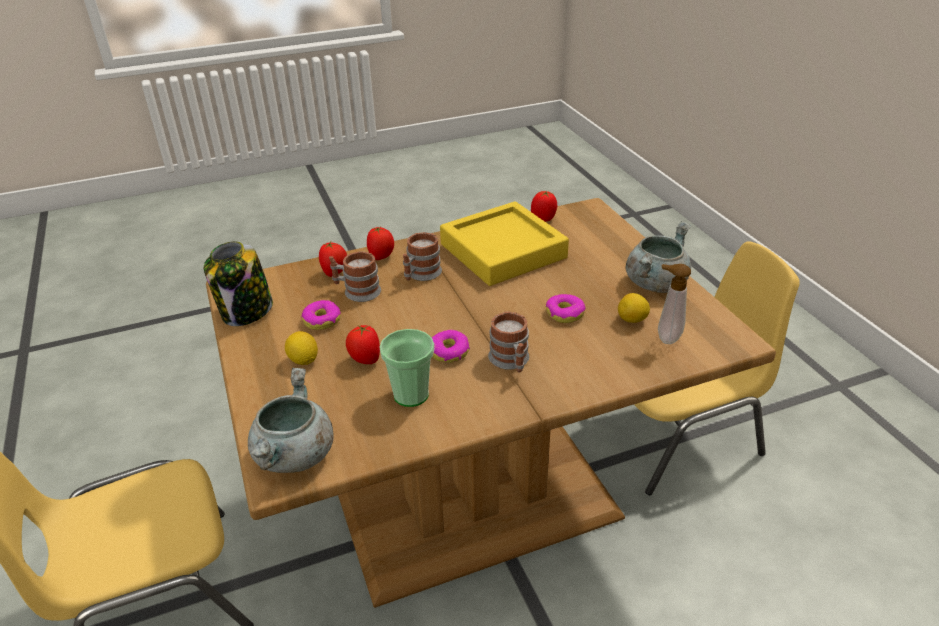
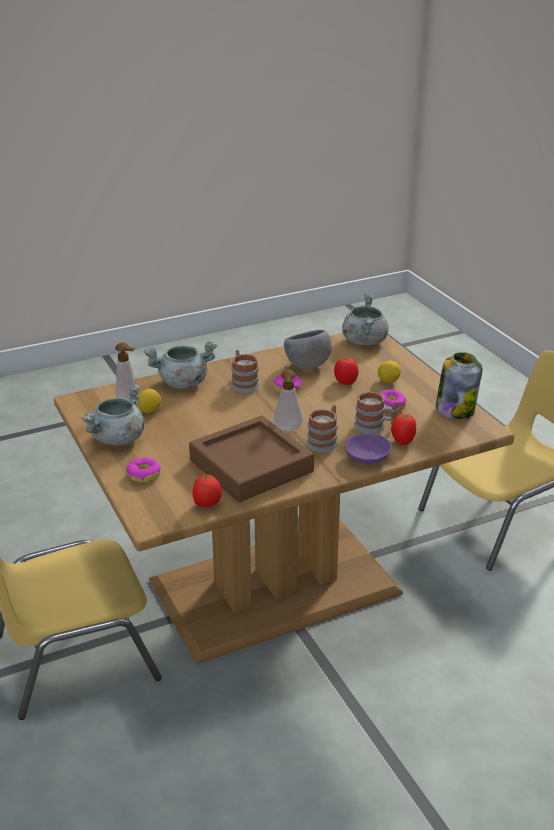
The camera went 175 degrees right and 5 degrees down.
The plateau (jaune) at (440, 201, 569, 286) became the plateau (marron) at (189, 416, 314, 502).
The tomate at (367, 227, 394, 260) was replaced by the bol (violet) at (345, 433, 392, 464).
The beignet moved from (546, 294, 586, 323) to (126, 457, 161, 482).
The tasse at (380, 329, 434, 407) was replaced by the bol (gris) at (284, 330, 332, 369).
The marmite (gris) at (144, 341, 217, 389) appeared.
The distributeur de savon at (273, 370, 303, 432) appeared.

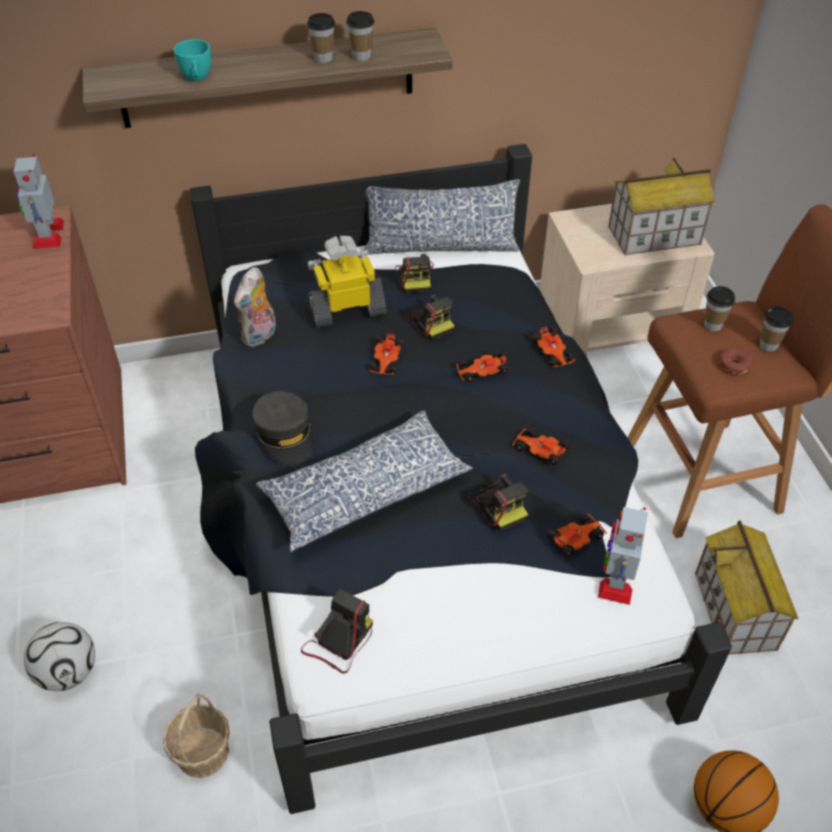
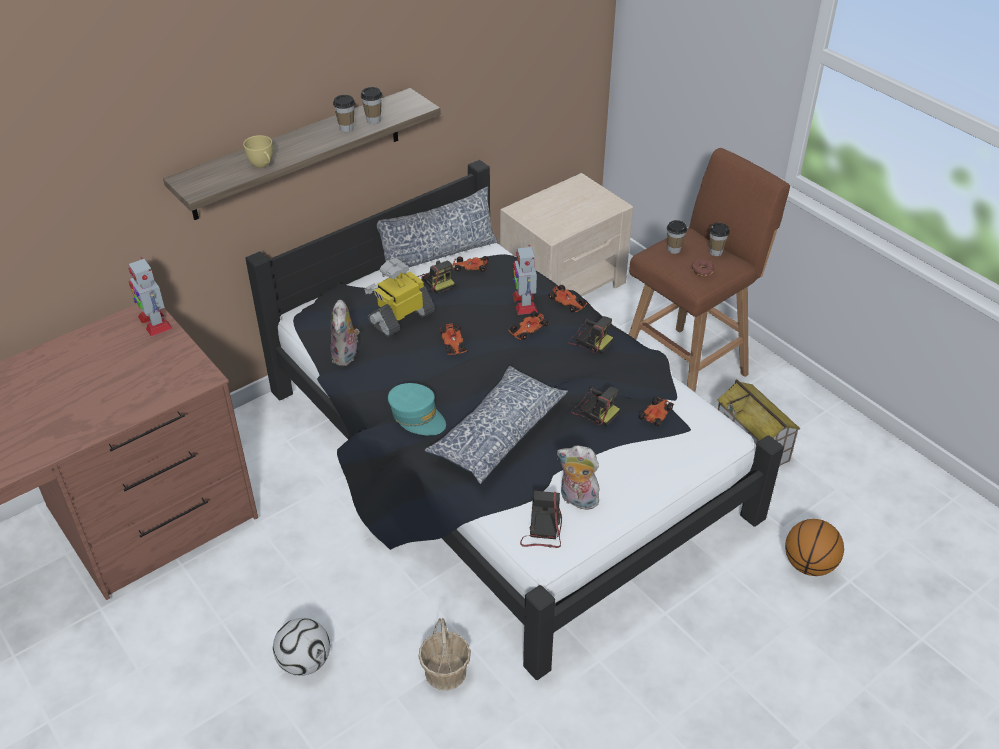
The camera went 25 degrees left and 5 degrees down.
The tasse (turquoise) at (174, 39, 211, 81) became the tasse (jaune) at (243, 135, 273, 168).
The maison miniature at (608, 157, 715, 255) disappeared.
The appareil photo moved from (404, 295, 455, 340) to (568, 316, 613, 353).
The casquette (gris) at (252, 391, 314, 467) became the casquette (turquoise) at (388, 383, 446, 436).
The petite voiture moved from (513, 428, 570, 465) to (453, 256, 489, 272).
The robot jouet moved from (598, 507, 648, 605) to (512, 245, 538, 315).
The peluche at (557, 445, 600, 510) appeared.

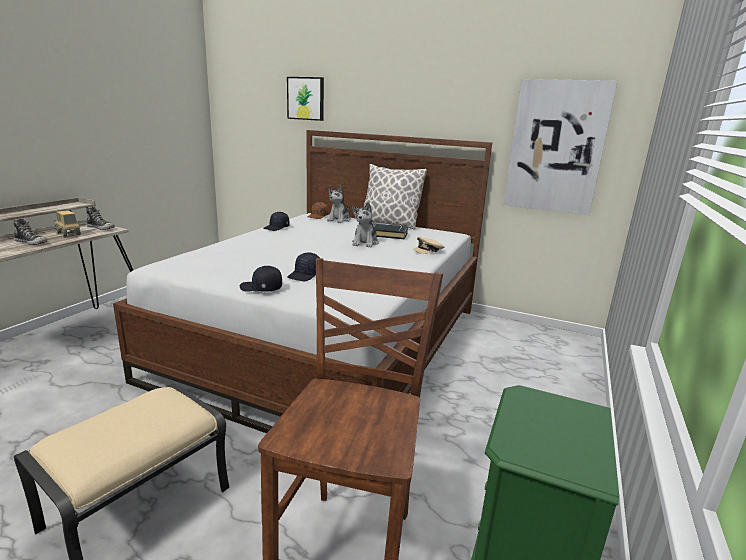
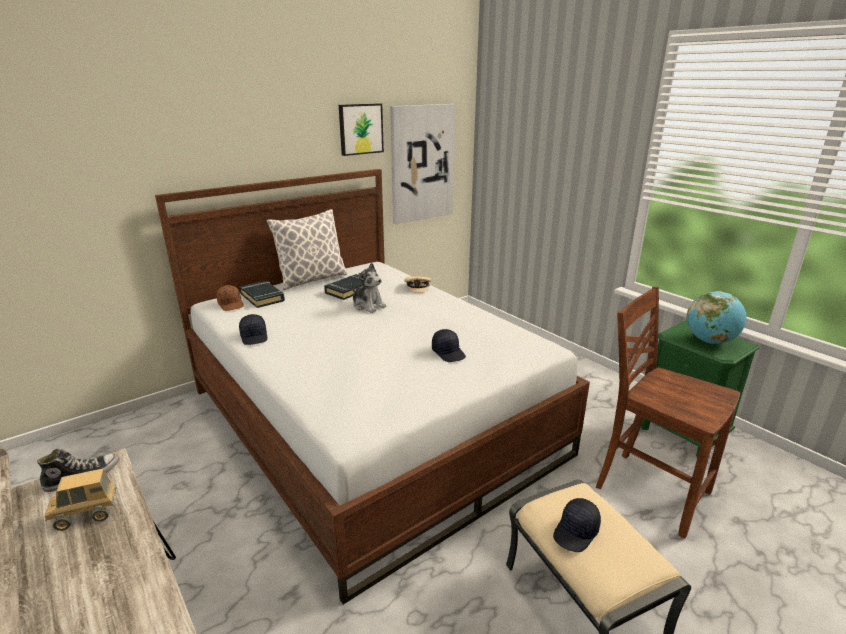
The camera went 60 degrees left and 5 degrees up.
The tableau moved from (287, 77, 324, 121) to (339, 103, 384, 156).
The peluche at (327, 185, 351, 223) was replaced by the livre (noir) at (239, 281, 285, 308).
The chaussure at (13, 218, 47, 245) disappeared.
The casquette (noir) moved from (240, 266, 282, 292) to (553, 498, 601, 552).
The globe at (687, 291, 747, 344) appeared.

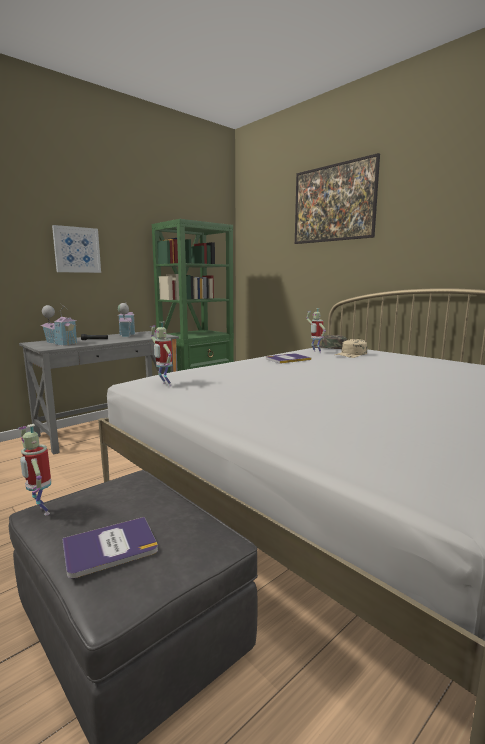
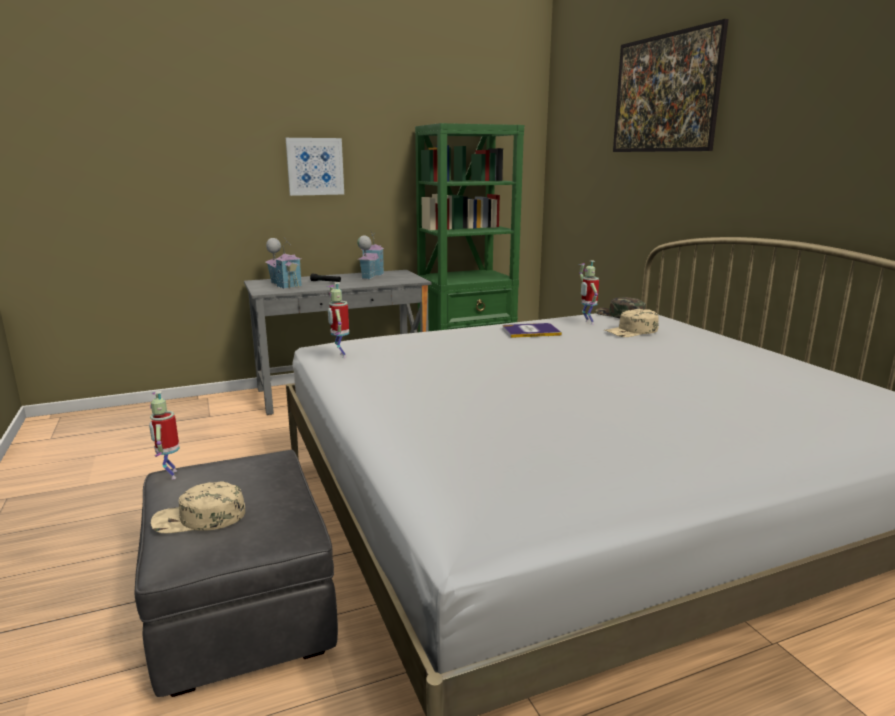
The camera went 20 degrees right and 5 degrees up.
The livre at (62, 517, 158, 578) was replaced by the casquette (beige) at (151, 481, 245, 533).

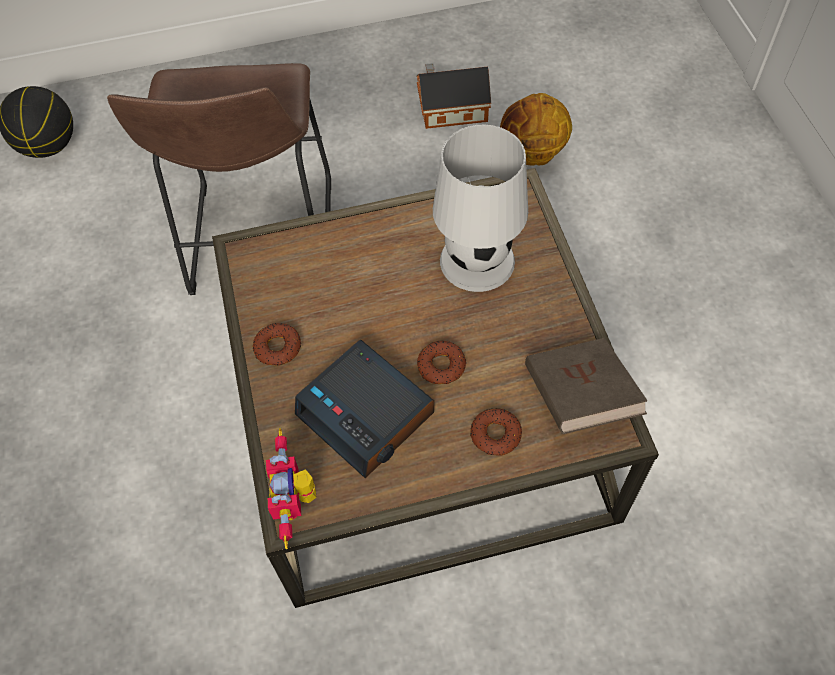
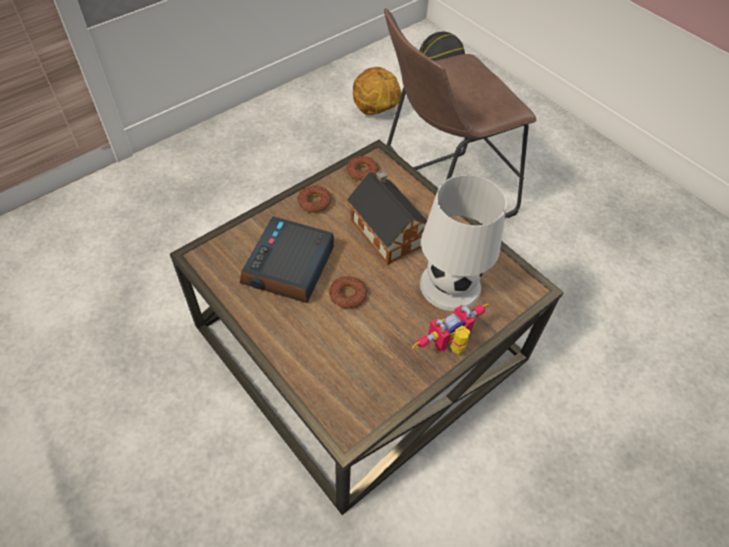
The camera went 60 degrees right and 5 degrees down.
The maison miniature moved from (416, 63, 491, 129) to (347, 170, 427, 265).
The ballon de basket moved from (500, 93, 572, 166) to (353, 67, 401, 115).
The livre (marron) at (525, 338, 647, 434) disappeared.
The beignet moved from (470, 408, 522, 455) to (346, 156, 379, 181).
The robot jouet moved from (266, 428, 316, 549) to (412, 304, 489, 354).

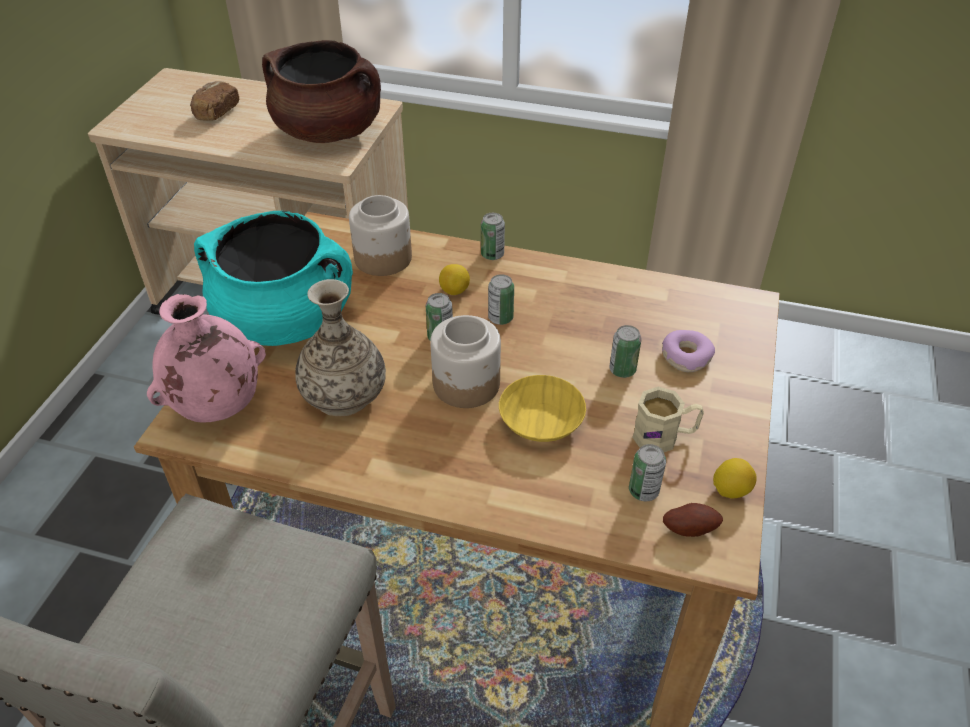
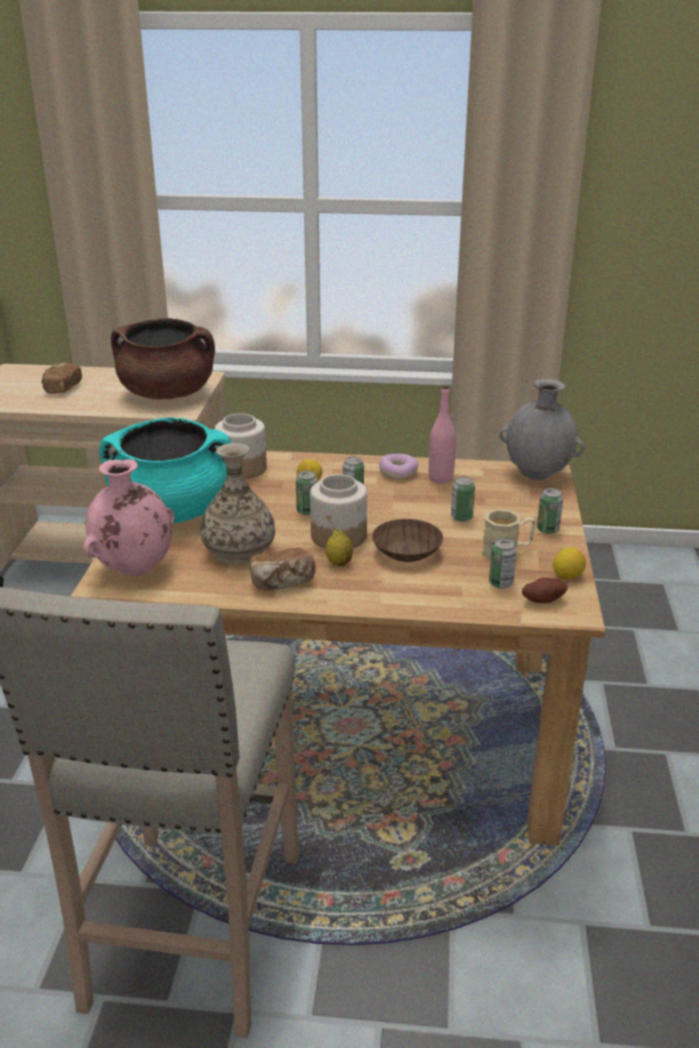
The camera went 10 degrees left and 15 degrees down.
The boîte métallique moved from (481, 213, 505, 260) to (537, 488, 563, 534).
The beignet moved from (662, 330, 715, 372) to (379, 454, 418, 480).
The bol (jaune) at (499, 375, 586, 442) became the bol (marron) at (372, 519, 443, 562).
The vase (gris) at (499, 379, 584, 480) appeared.
The bouteille (rose) at (429, 385, 456, 483) appeared.
The citron at (326, 529, 353, 566) appeared.
The pain at (250, 548, 316, 590) appeared.

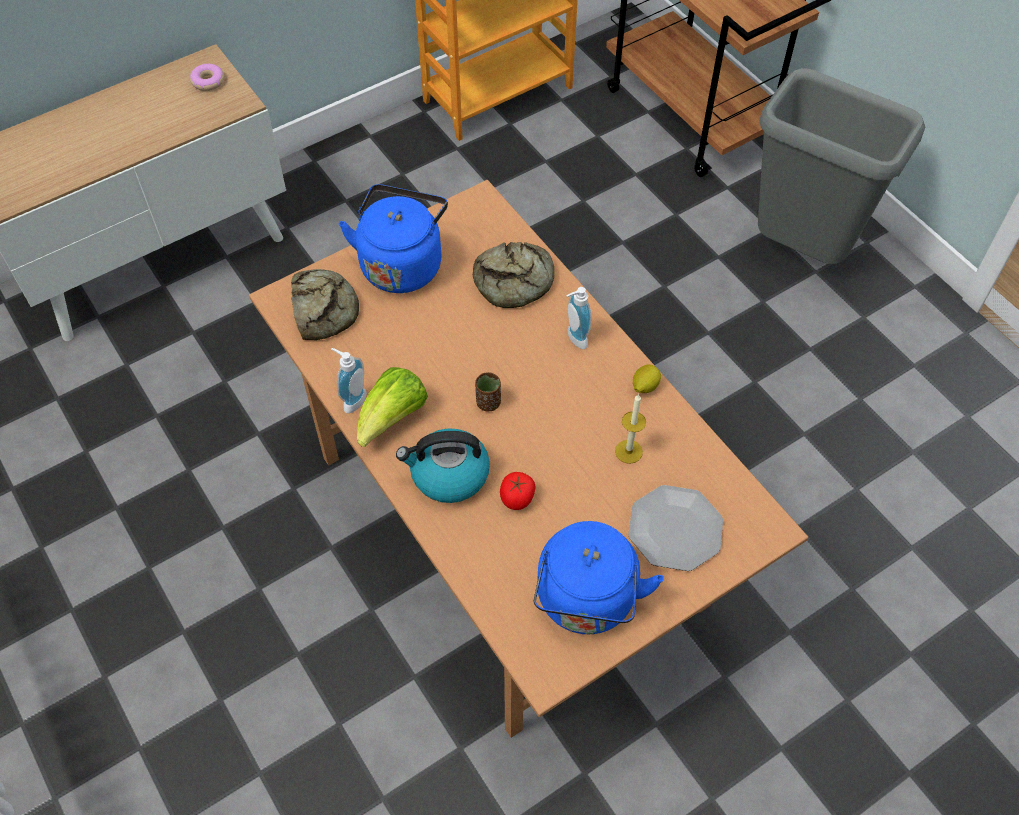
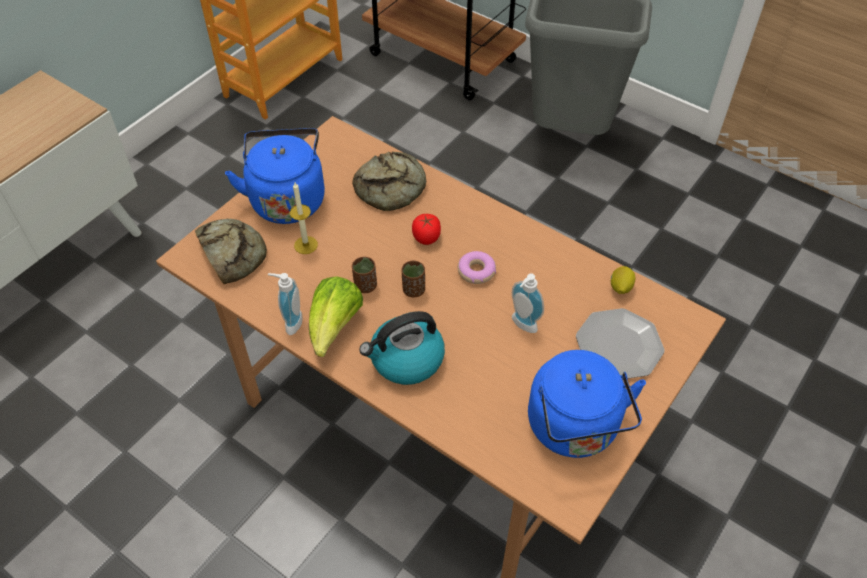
The camera went 20 degrees left and 5 degrees down.
The beignet moved from (190, 64, 224, 91) to (458, 251, 496, 284).
The distributeur de savon moved from (566, 287, 592, 349) to (512, 273, 544, 333).
The citron moved from (633, 364, 661, 393) to (611, 266, 635, 294).
The bougie moved from (615, 394, 646, 464) to (290, 182, 318, 254).
The tomate moved from (500, 472, 535, 510) to (412, 214, 441, 245).
The tasse (marron) at (352, 257, 377, 293) appeared.

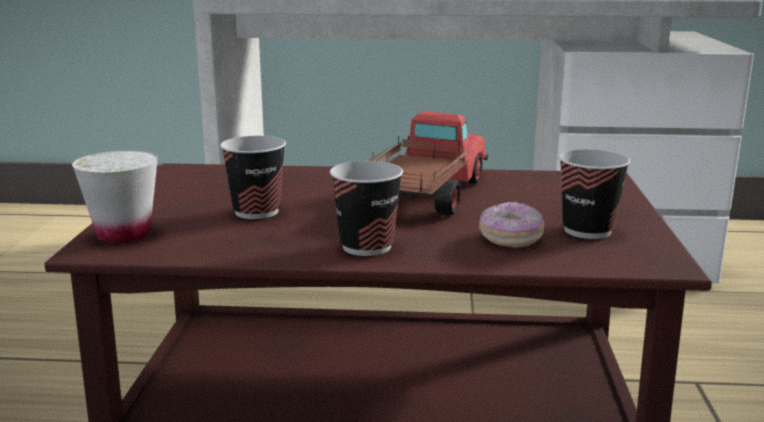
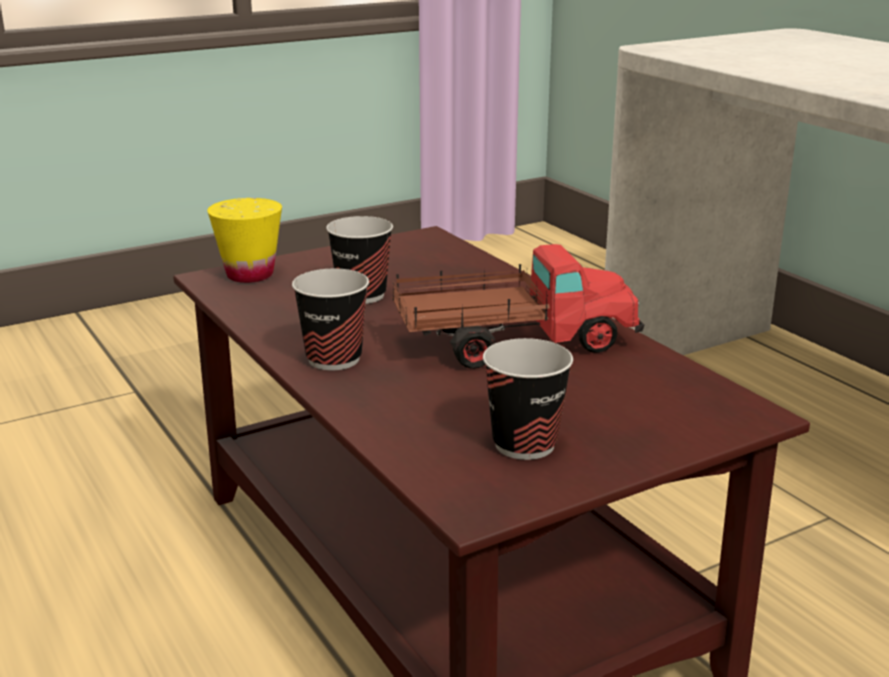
The camera went 55 degrees right and 5 degrees up.
The tasse (blanc) at (72, 151, 158, 243) became the tasse (jaune) at (207, 198, 282, 283).
The beignet at (479, 202, 544, 248) disappeared.

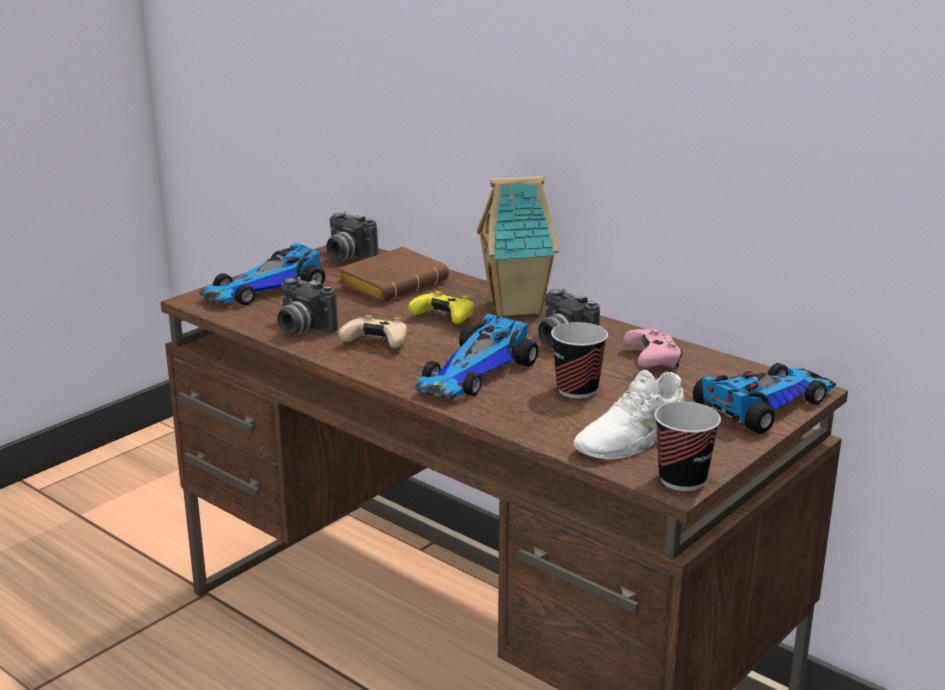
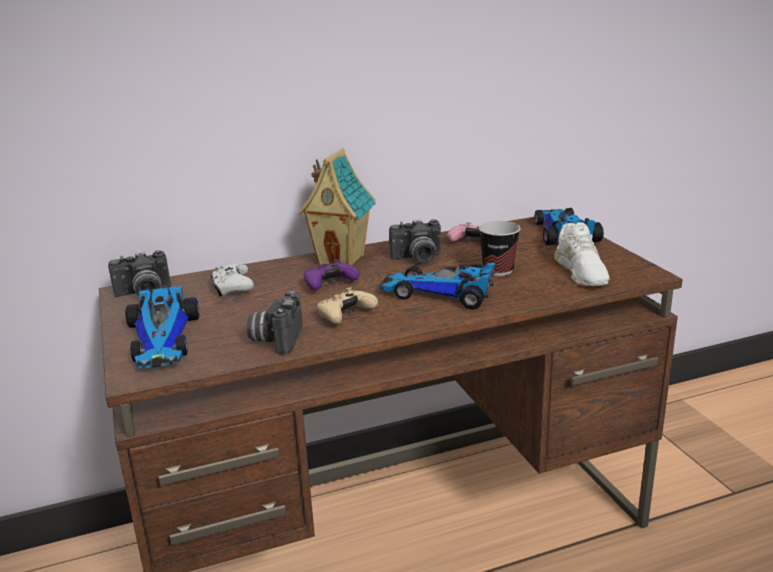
The camera went 60 degrees left and 0 degrees up.
The livre (marron) at (337, 247, 449, 303) was replaced by the manette (blanc) at (211, 263, 254, 297).
The appareil photo at (277, 277, 338, 335) turned 120 degrees clockwise.
The manette (jaune) at (408, 291, 474, 324) became the manette (violet) at (304, 259, 360, 290).
The petite voiture at (415, 314, 538, 399) turned 135 degrees clockwise.
The tasse at (655, 402, 721, 491) disappeared.

